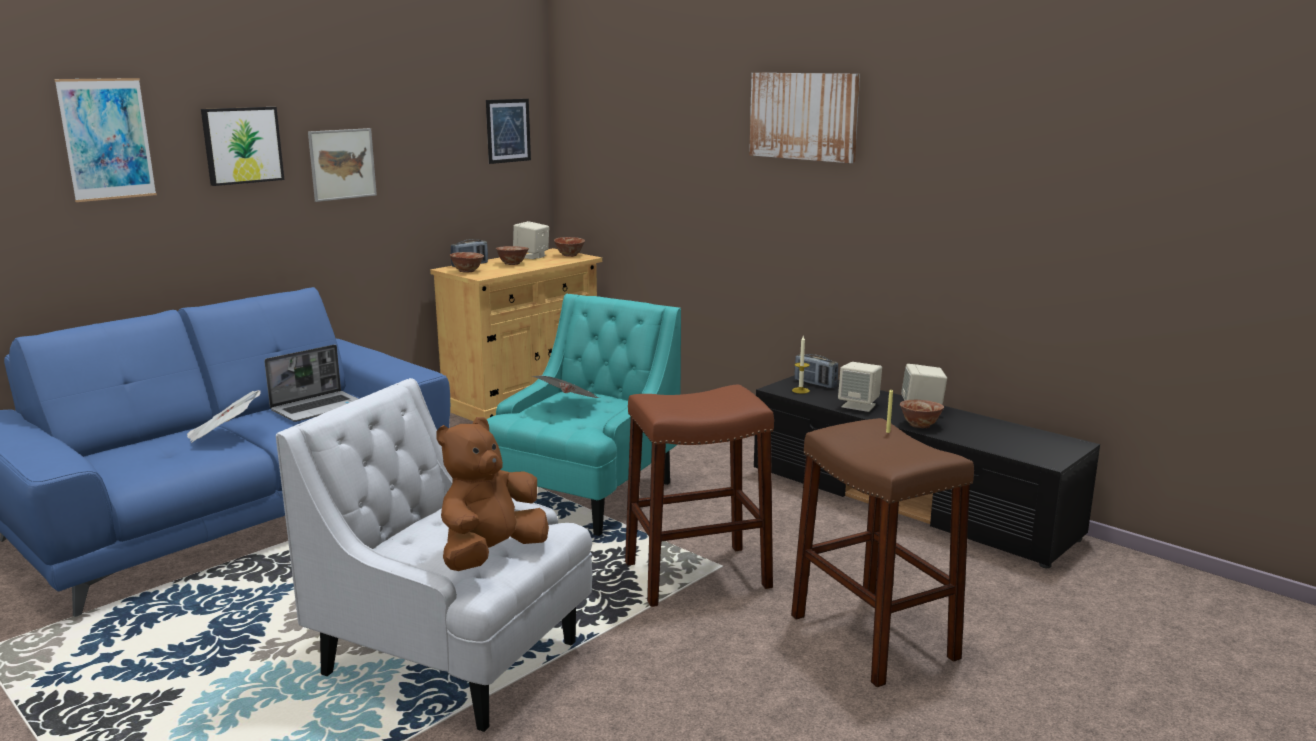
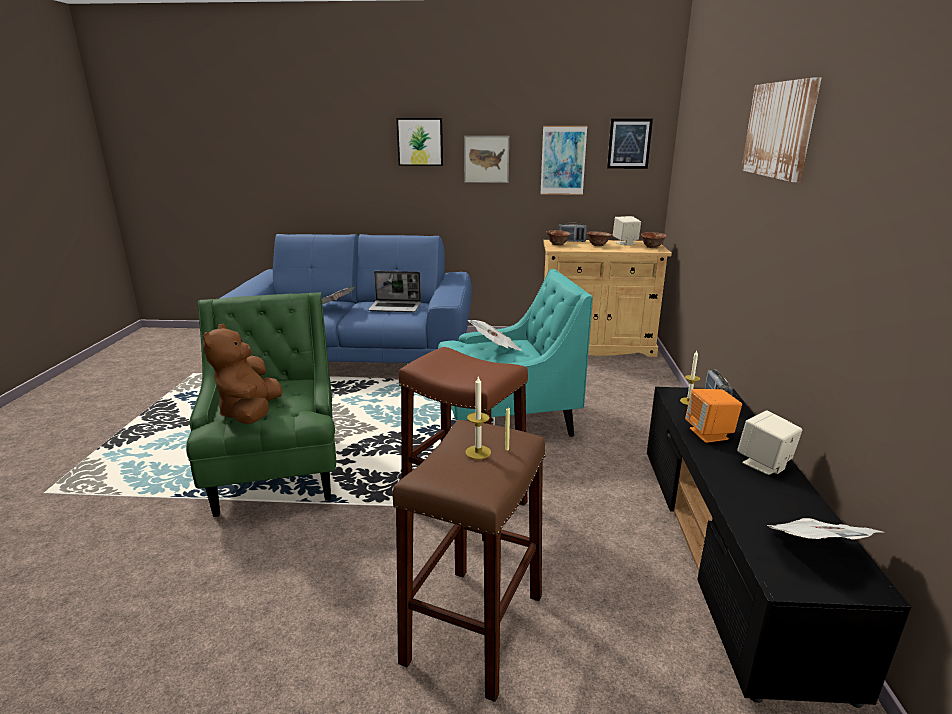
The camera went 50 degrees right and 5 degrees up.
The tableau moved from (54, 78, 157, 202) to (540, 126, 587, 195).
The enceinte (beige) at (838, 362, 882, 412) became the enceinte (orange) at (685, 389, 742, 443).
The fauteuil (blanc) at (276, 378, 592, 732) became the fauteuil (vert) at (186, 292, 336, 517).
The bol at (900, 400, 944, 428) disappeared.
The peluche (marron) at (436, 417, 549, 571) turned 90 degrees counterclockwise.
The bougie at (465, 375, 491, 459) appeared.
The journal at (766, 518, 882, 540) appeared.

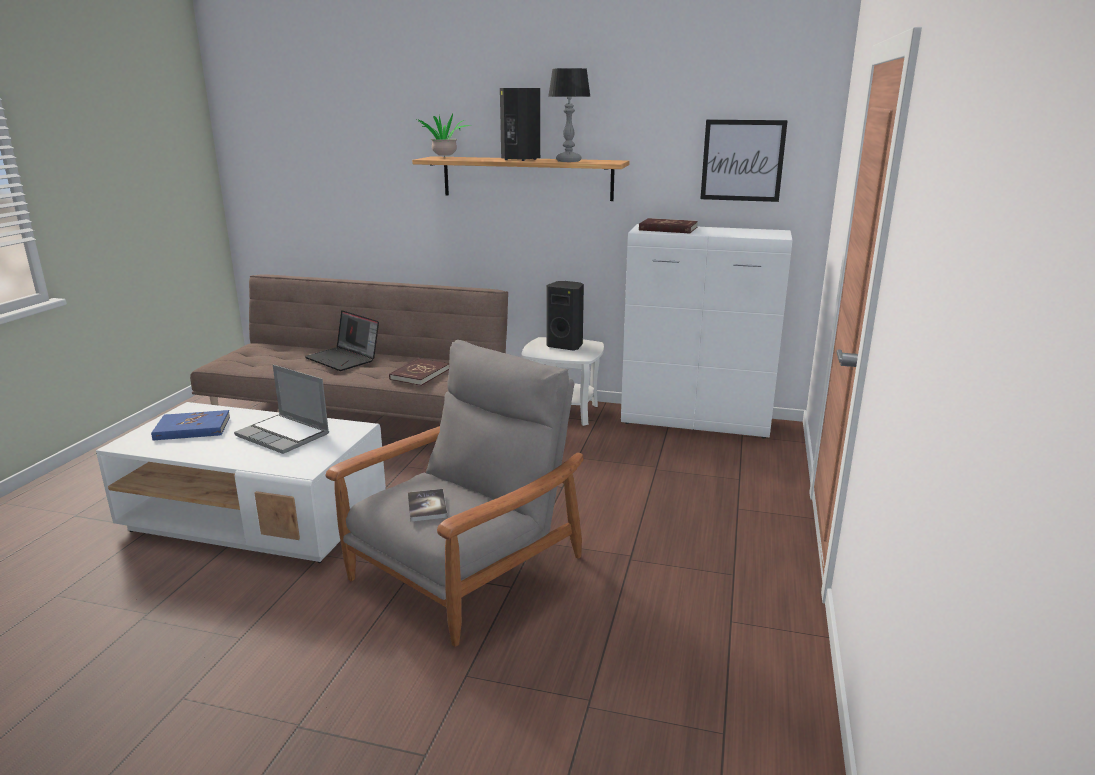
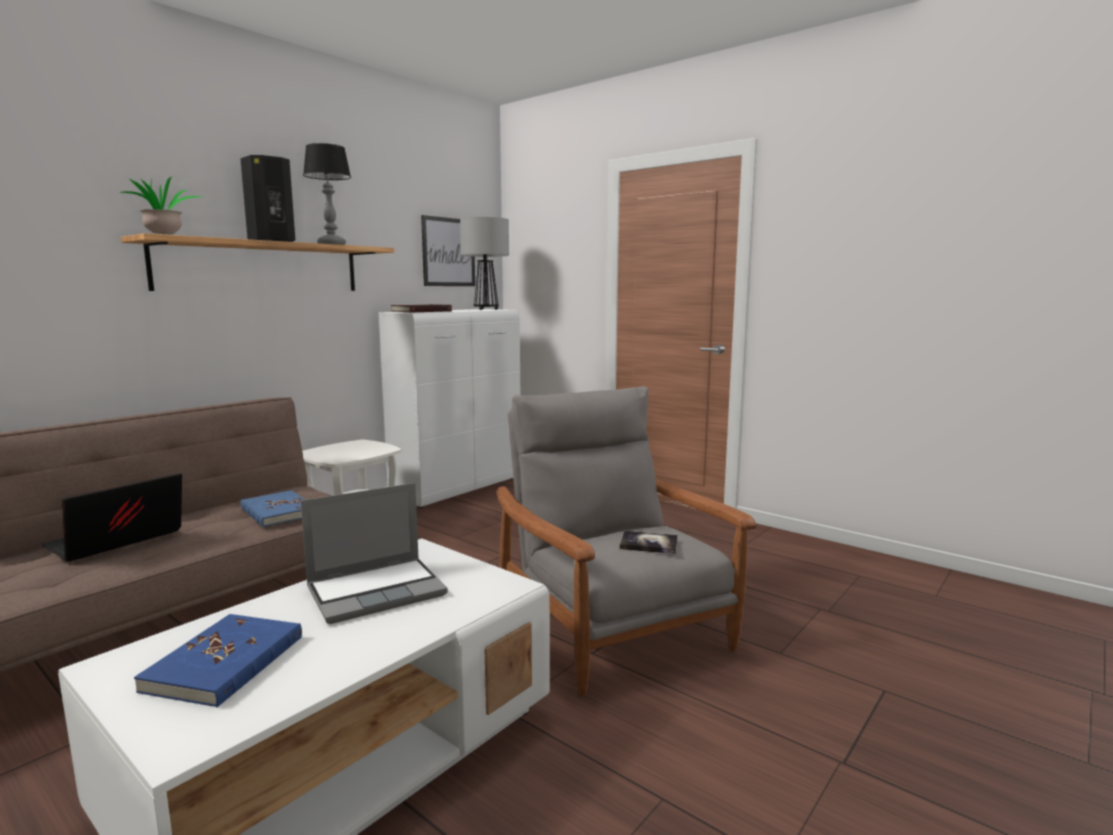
The camera went 65 degrees left and 10 degrees down.
The enceinte (noir) at (546, 281, 584, 351) disappeared.
The ordinateur portable at (305, 310, 379, 371) turned 150 degrees clockwise.
The livre (rouge) at (389, 358, 449, 386) became the livre (bleu) at (241, 490, 305, 527).
The lampe de table at (460, 217, 509, 310) appeared.

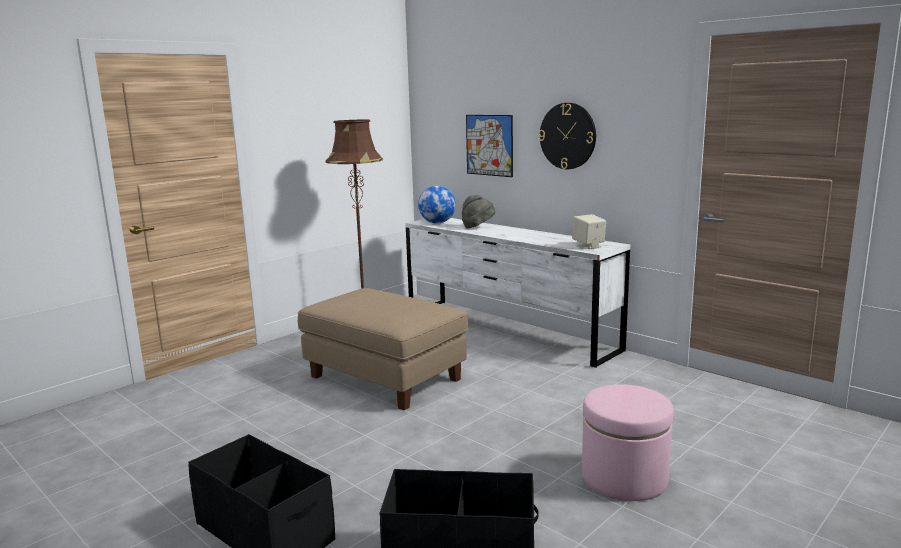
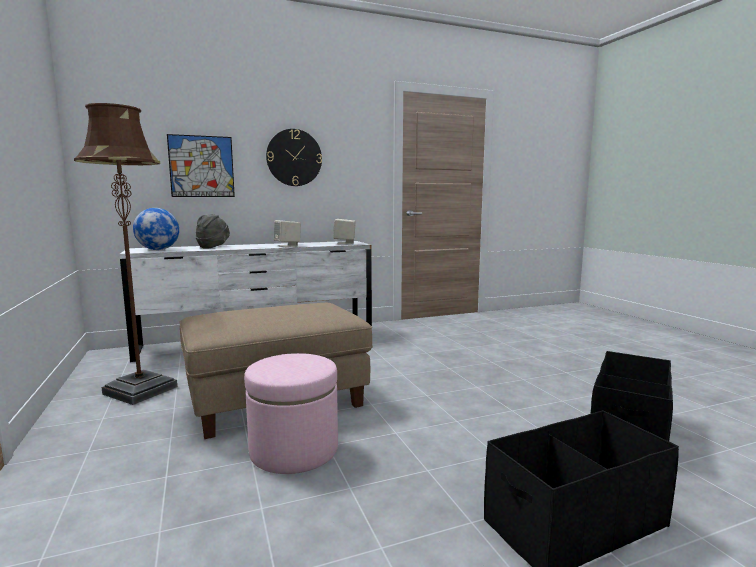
The camera went 65 degrees left and 5 degrees down.
The pouf (rose) moved from (582, 384, 674, 501) to (244, 353, 338, 474).
The enceinte (beige) at (274, 220, 301, 247) appeared.

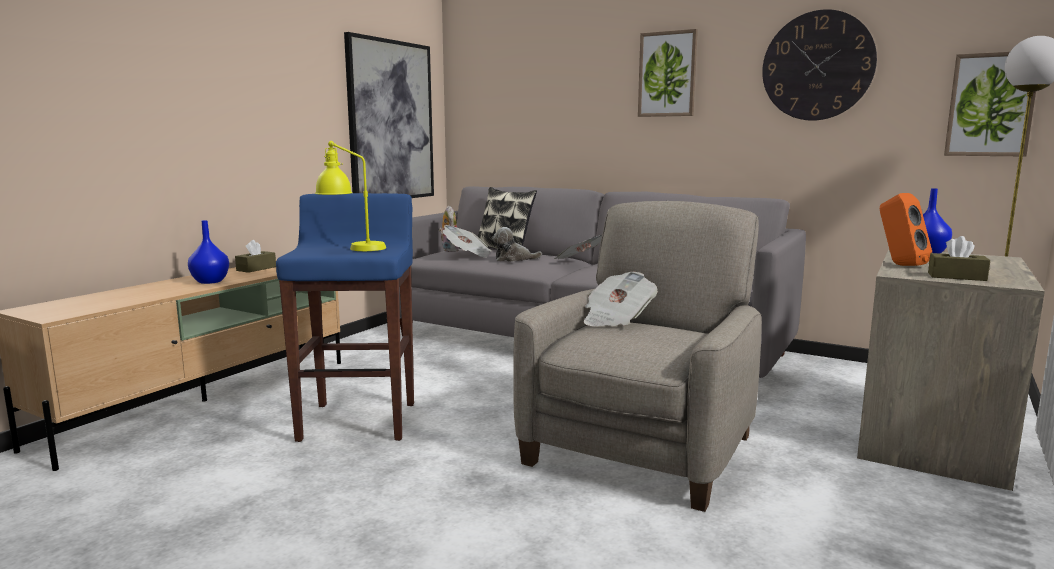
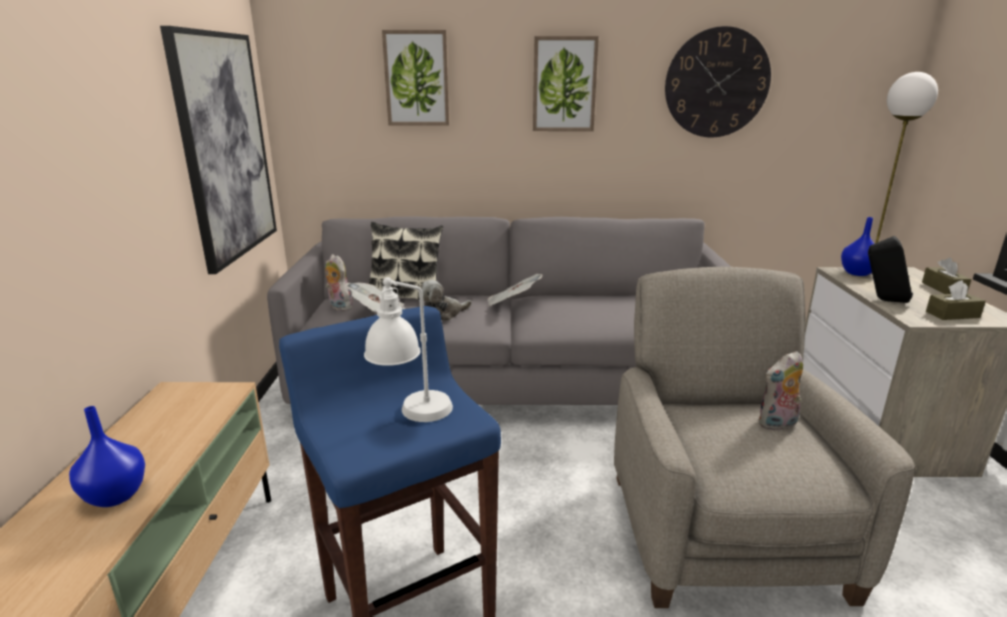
The camera went 30 degrees left and 10 degrees up.
The tableau moved from (944, 52, 1036, 156) to (382, 30, 449, 125).
The lampe de table (jaune) at (315, 141, 386, 251) became the lampe de table (blanc) at (364, 277, 453, 422).
The enceinte (orange) at (880, 193, 932, 266) became the enceinte (noir) at (868, 236, 913, 303).
The boîte à mouchoirs (marron) moved from (235, 240, 276, 273) to (922, 258, 972, 294).
The journal at (584, 272, 658, 326) disappeared.
The peluche at (758, 351, 803, 431) appeared.

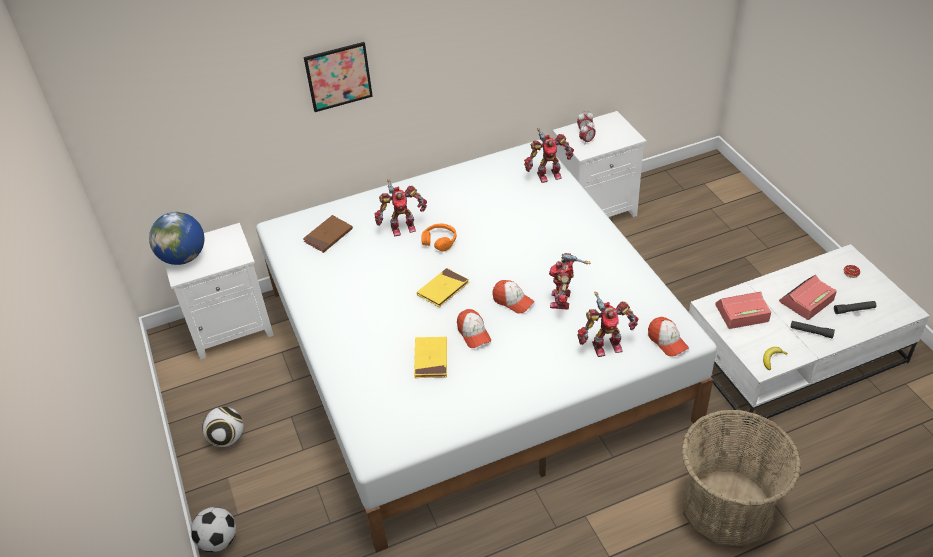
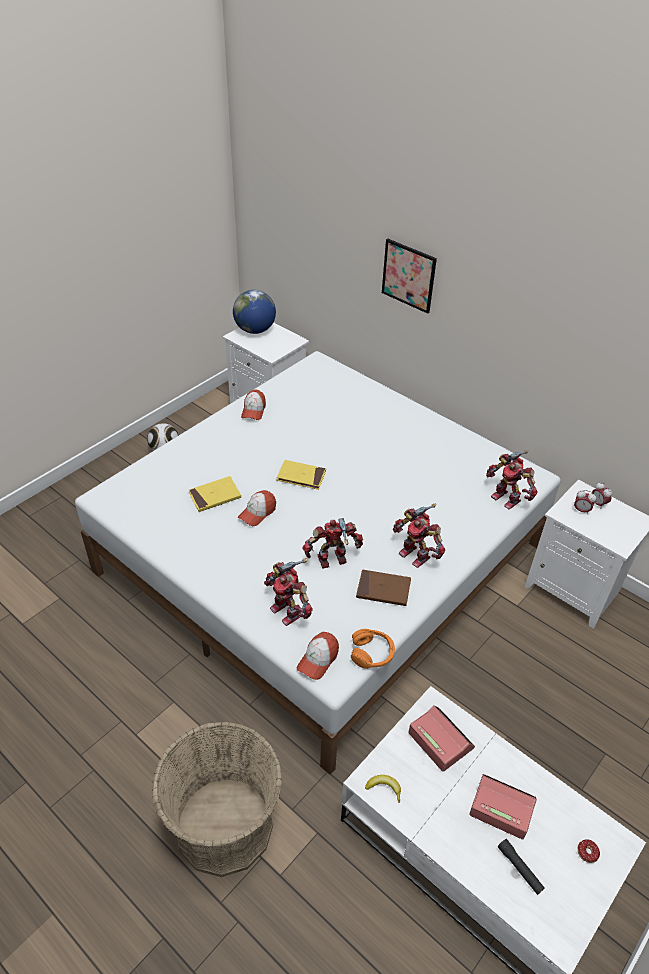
The camera went 60 degrees right and 0 degrees up.
The robot jouet moved from (374, 179, 427, 237) to (393, 504, 445, 568).
The livre (marron) moved from (303, 215, 353, 253) to (356, 569, 411, 606).
The casque audio (orange) moved from (421, 223, 456, 252) to (351, 629, 395, 669).
The casquette moved from (492, 280, 535, 314) to (241, 390, 266, 420).
The lampe de poche (noir) at (790, 321, 835, 339) disappeared.
The ballon de foot at (191, 507, 236, 552) disappeared.

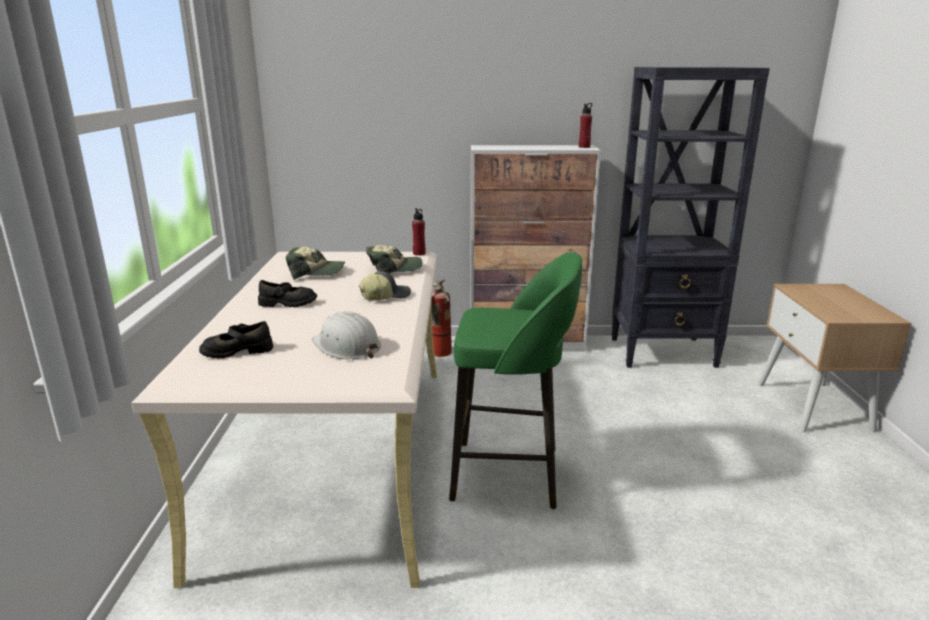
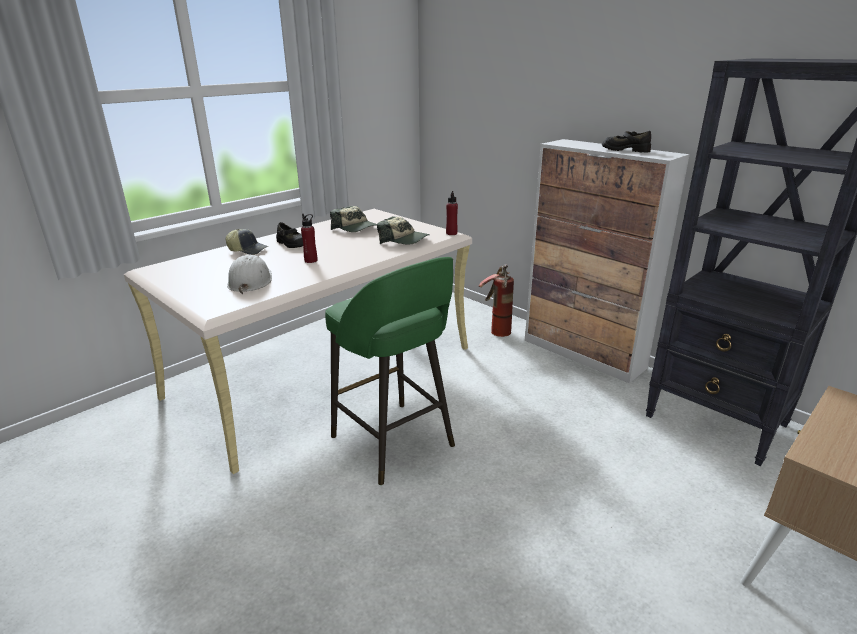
The camera went 45 degrees right and 5 degrees up.
The bouteille (rouge) moved from (579, 103, 592, 148) to (301, 214, 317, 263).
The casquette moved from (359, 271, 411, 301) to (225, 229, 268, 255).
The chaussure (noir) moved from (199, 321, 273, 359) to (602, 131, 651, 153).

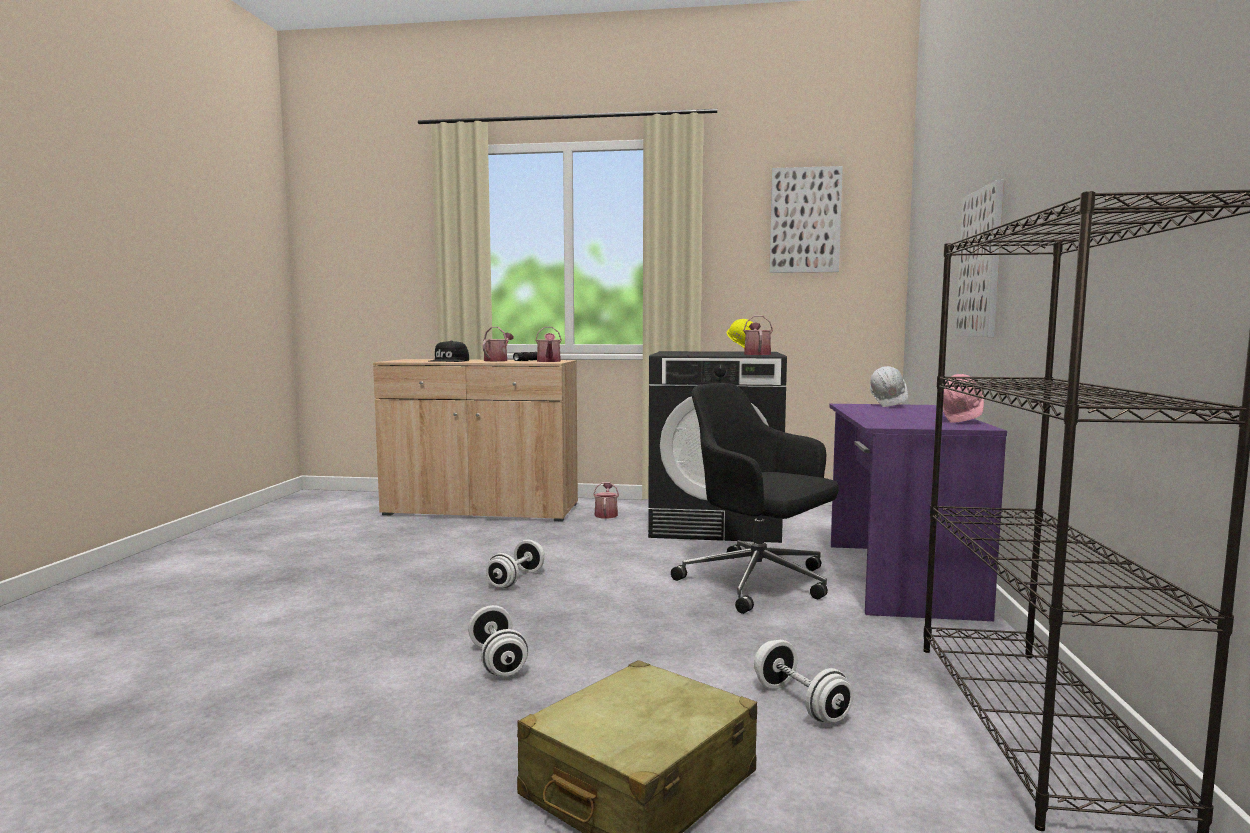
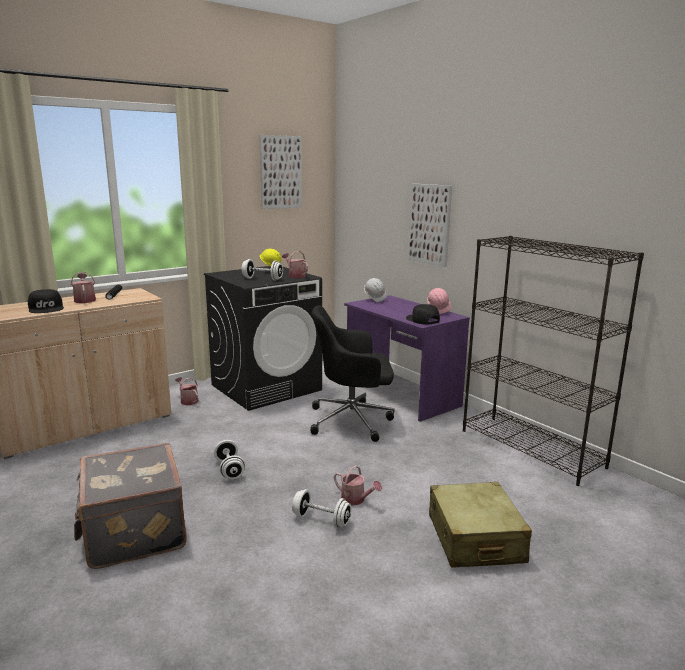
The camera went 45 degrees left and 10 degrees up.
The arrosoir moved from (535, 327, 562, 362) to (334, 466, 382, 506).
The haltère (blanc) moved from (754, 640, 854, 723) to (242, 259, 283, 280).
The casquette (noir) at (406, 304, 440, 325) appeared.
The valise (gris) at (74, 443, 186, 569) appeared.

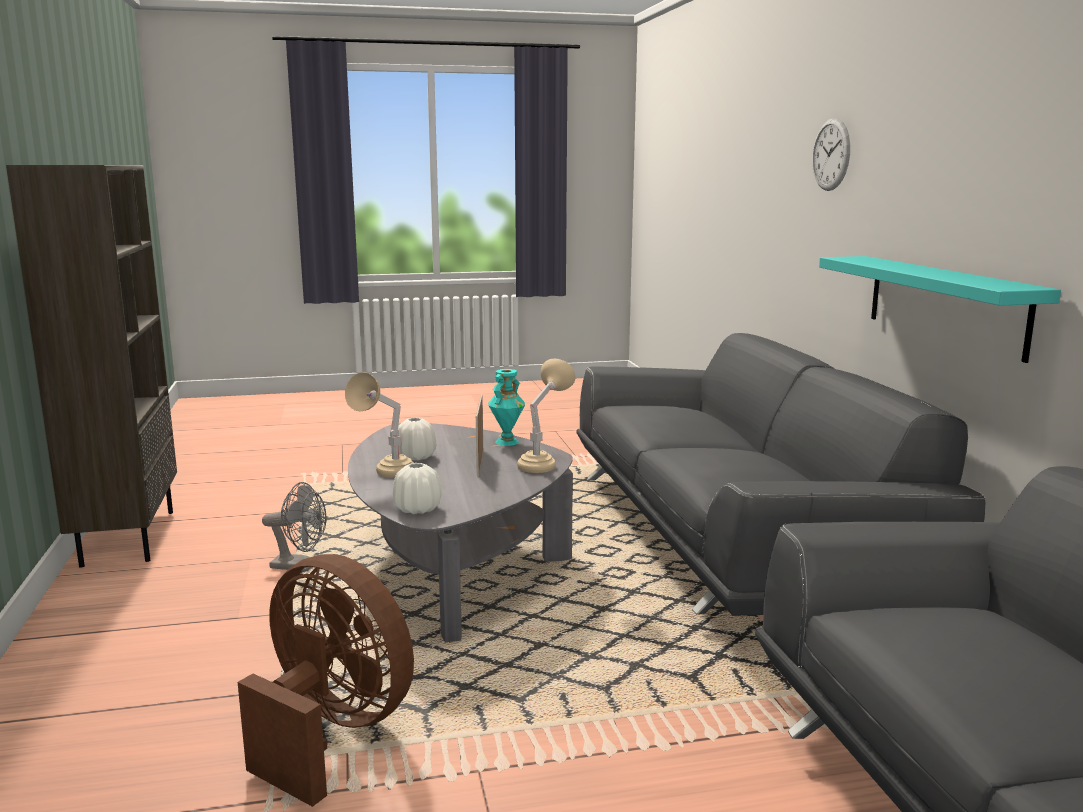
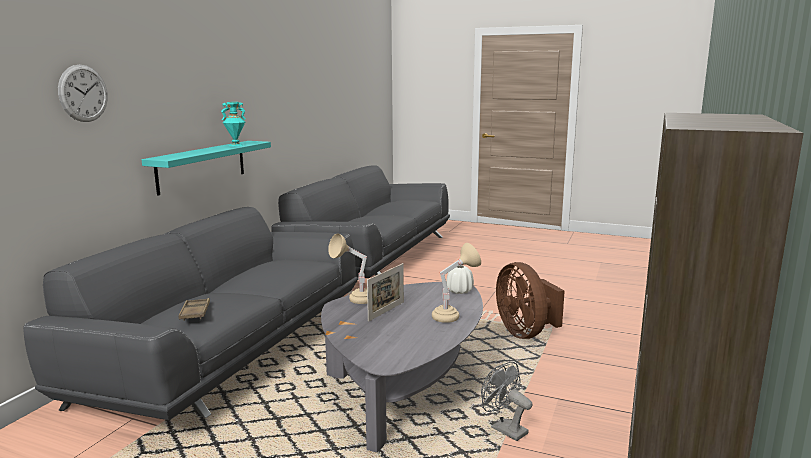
The camera went 145 degrees left and 0 degrees up.
The vase (turquoise) moved from (488, 369, 525, 446) to (221, 102, 246, 147).
The vase (blanc) at (398, 417, 436, 460) disappeared.
The plateau (marron) at (178, 298, 210, 321) appeared.

